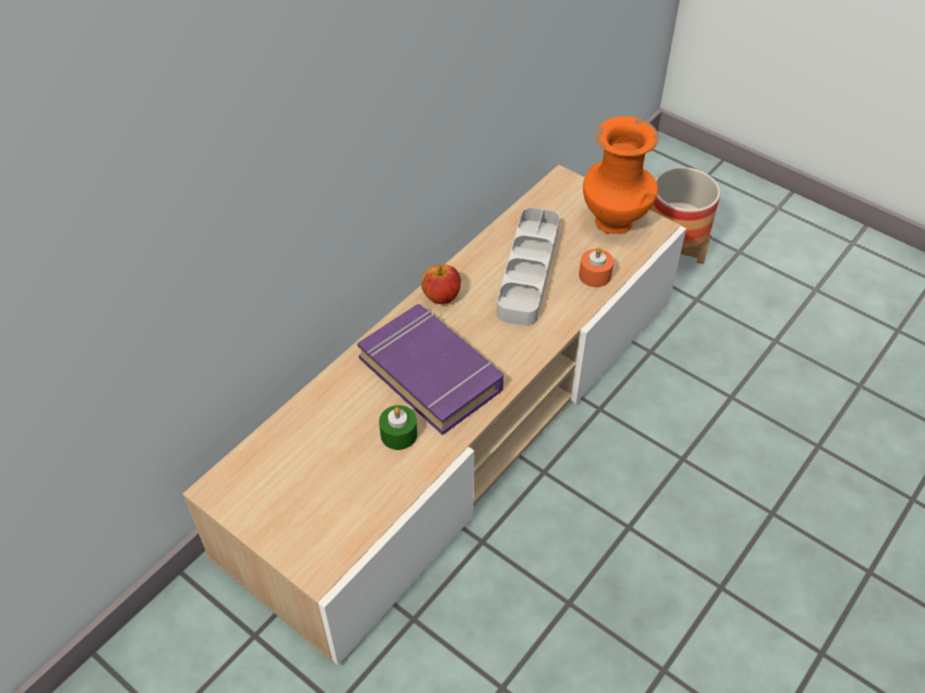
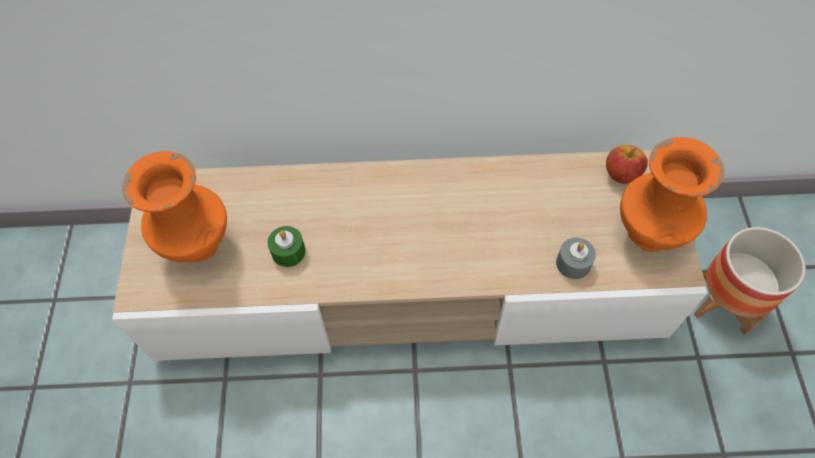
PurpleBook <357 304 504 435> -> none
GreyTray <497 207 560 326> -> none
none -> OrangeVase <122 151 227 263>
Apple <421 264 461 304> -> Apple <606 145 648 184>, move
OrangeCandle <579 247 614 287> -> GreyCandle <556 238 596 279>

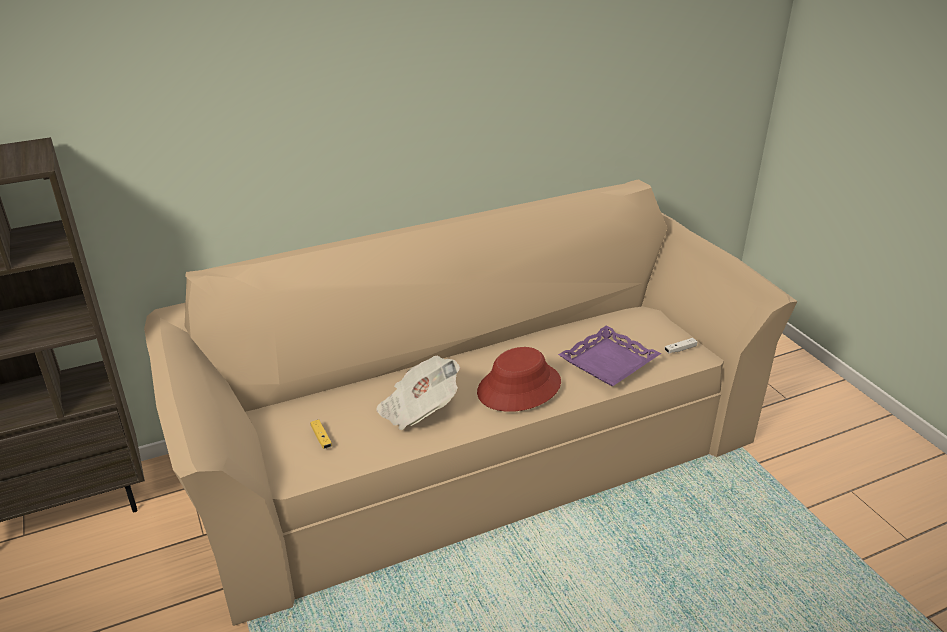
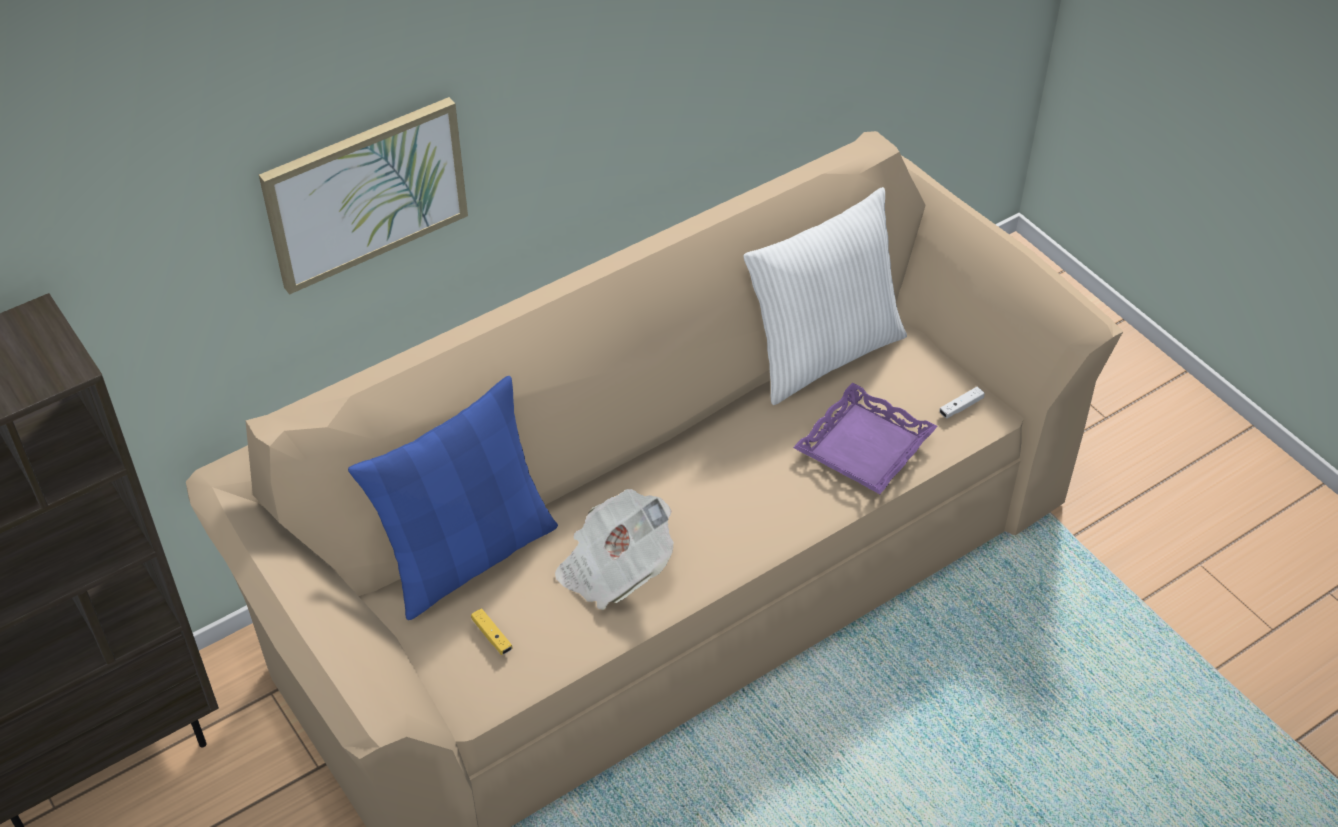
RedHat <477 347 561 412> -> none
none -> Picture <259 97 468 295>
none -> BluePillow <348 376 558 620>
none -> WhitePillow <743 187 907 405>

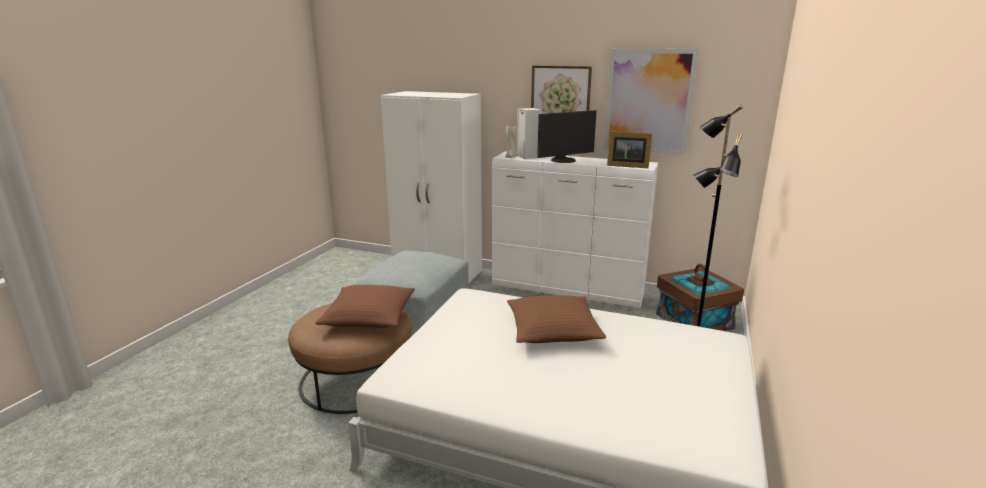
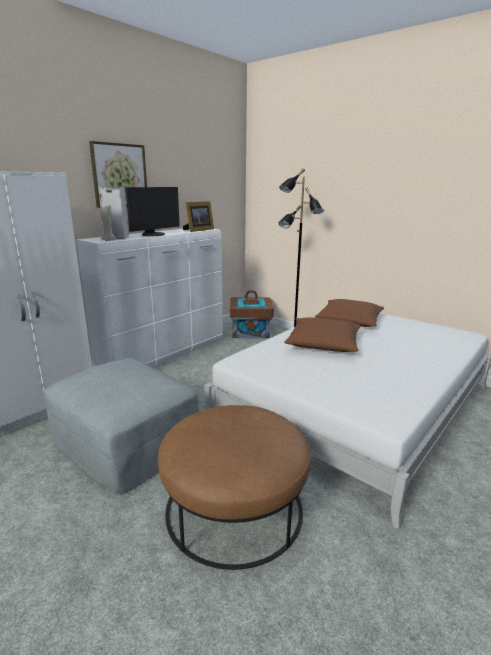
Picture <604 48 699 155> -> none
BrownPillow <315 285 415 328> -> BrownPillow <315 299 384 327>, move
Monitor <537 110 597 163> -> Monitor <125 187 180 236>, 45 degrees clockwise

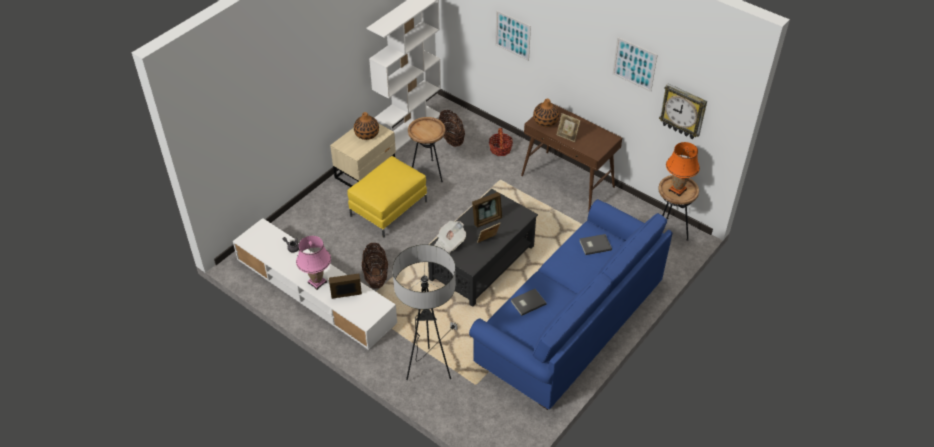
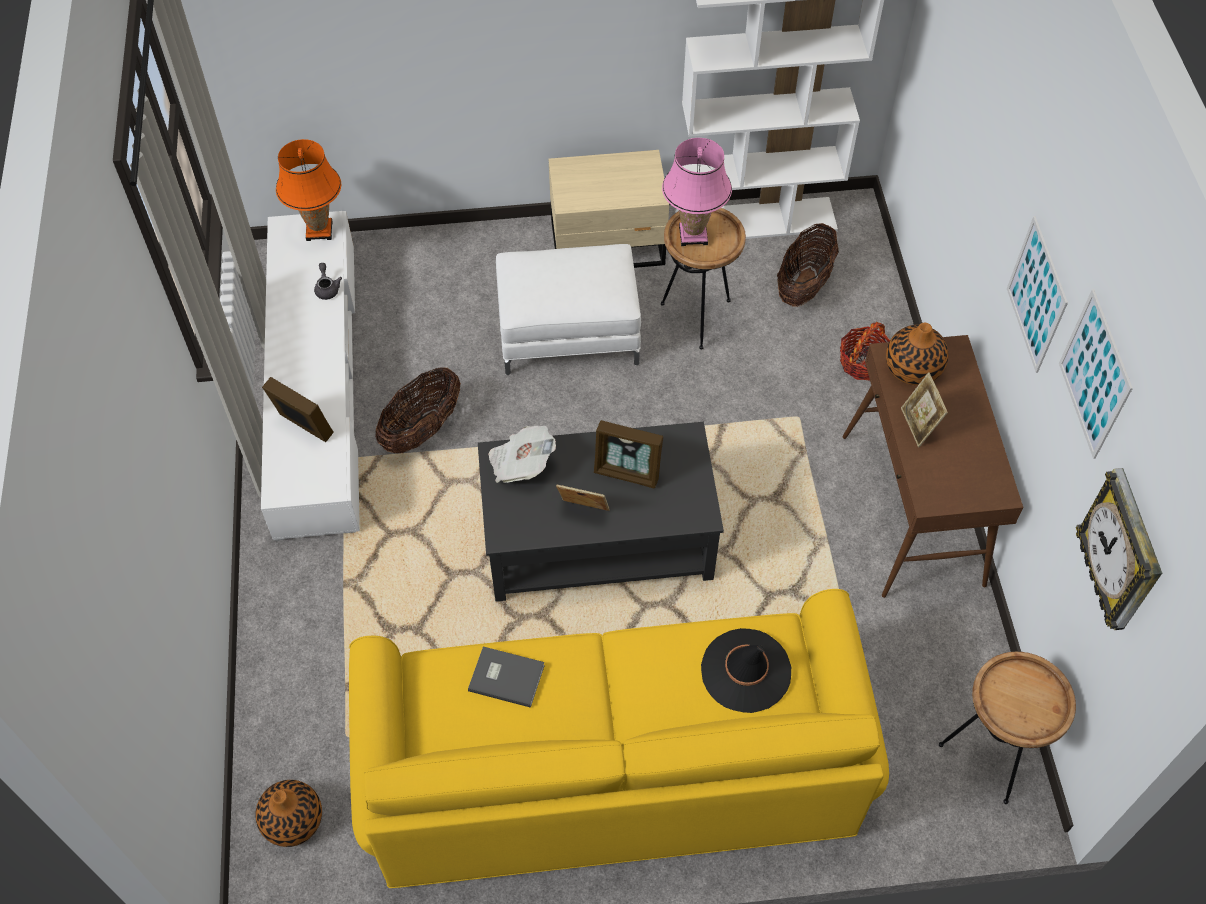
FloorLamp <392 244 458 380> -> none
PinkTableLamp <296 236 331 290> -> PinkTableLamp <662 138 732 246>, move
Vase <354 112 379 140> -> Vase <255 780 322 847>, move
Picture <495 10 531 61> -> Picture <1007 216 1068 373>, move
OrangeTableLamp <666 142 700 197> -> OrangeTableLamp <276 139 341 241>, move
GreyBook <579 234 612 255> -> BlackHat <701 628 791 713>
YellowOttoman <348 156 427 238> -> WhiteOttoman <496 244 641 375>
BlueSofa <469 199 673 410> -> YellowSofa <349 589 889 888>

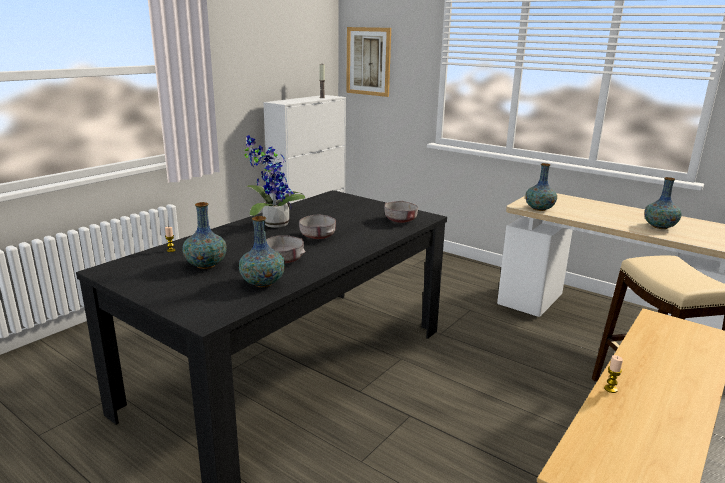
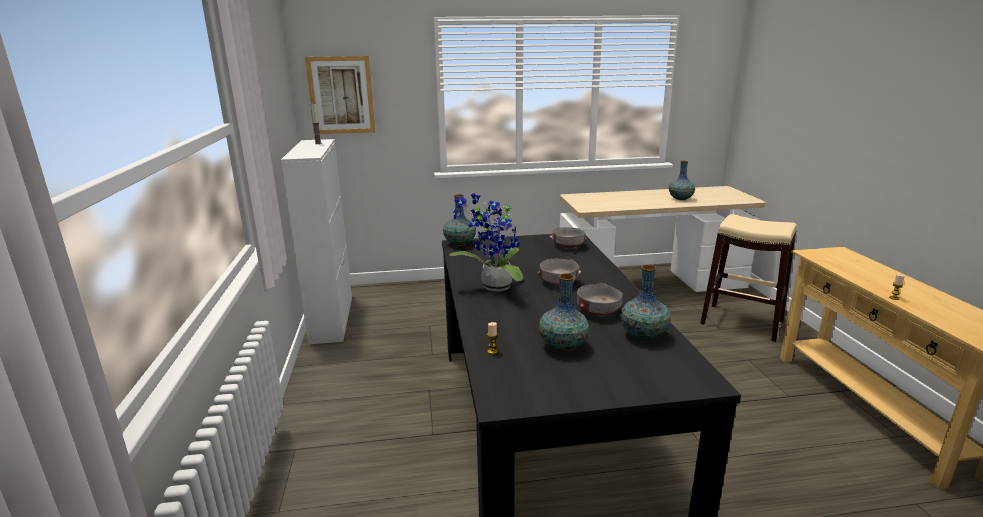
Vase <525 163 557 211> -> Vase <443 194 476 246>, move

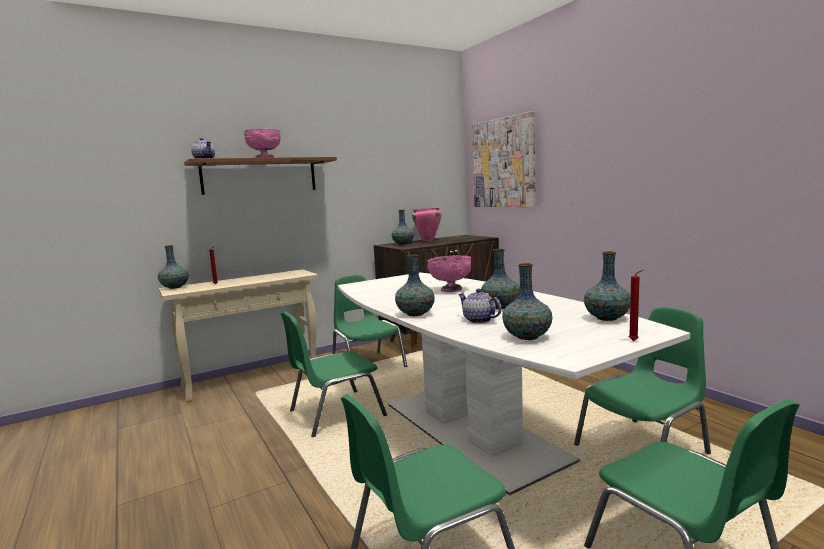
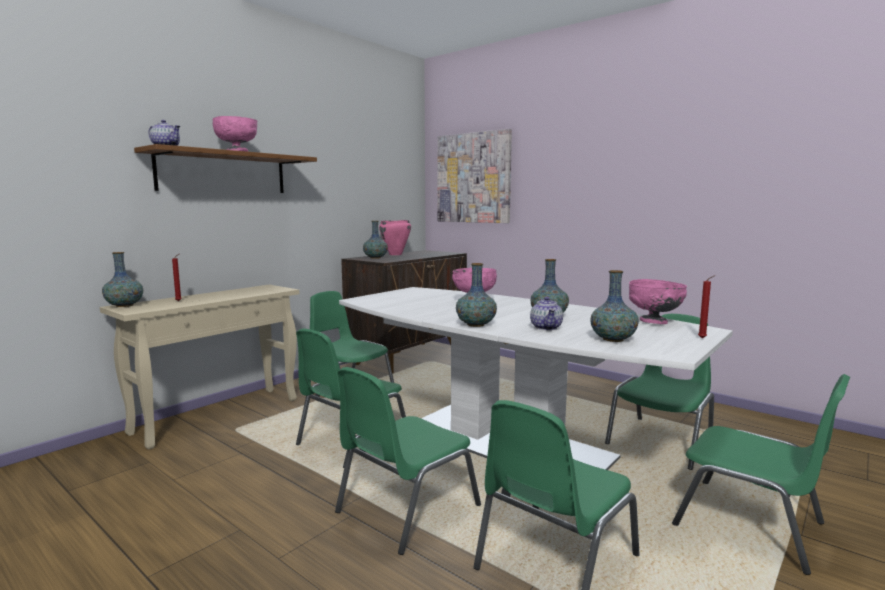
none -> GreenChair <335 367 481 555>
Vase <584 251 631 321> -> PinkBowl <629 279 687 324>
Teapot <458 289 502 323> -> Teapot <530 297 563 330>, 120 degrees counterclockwise

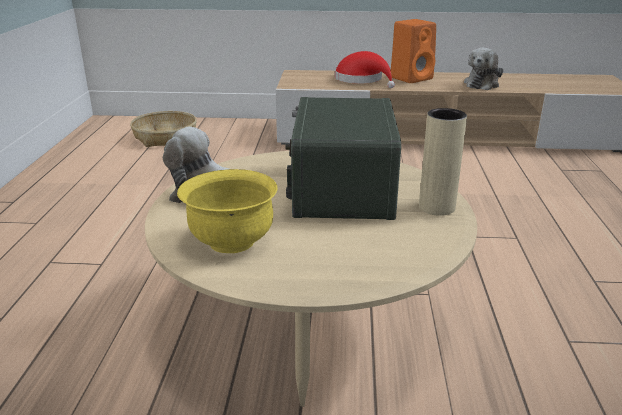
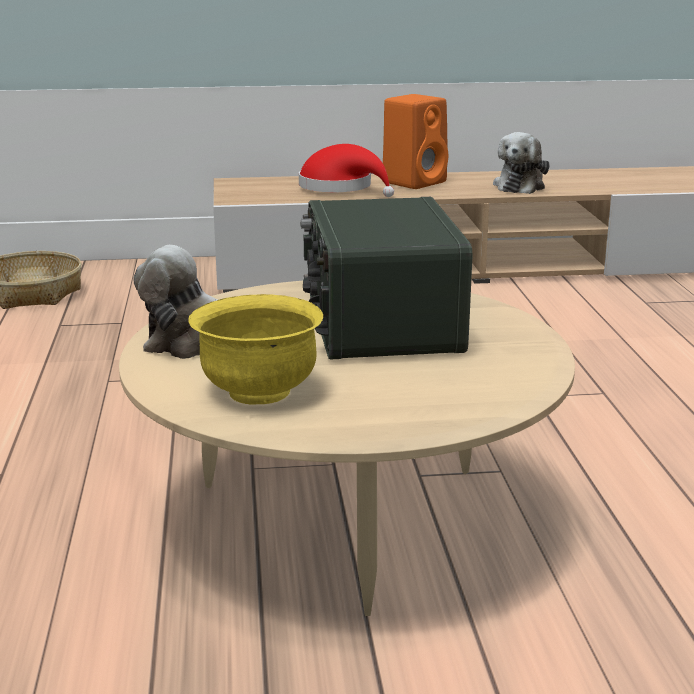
BeigeVase <419 108 467 216> -> none

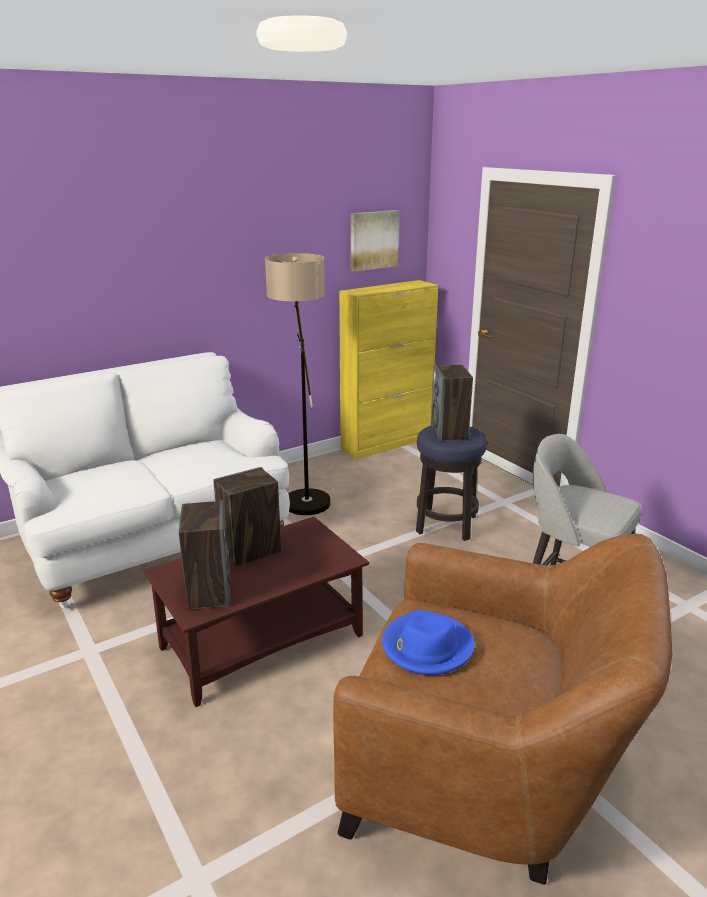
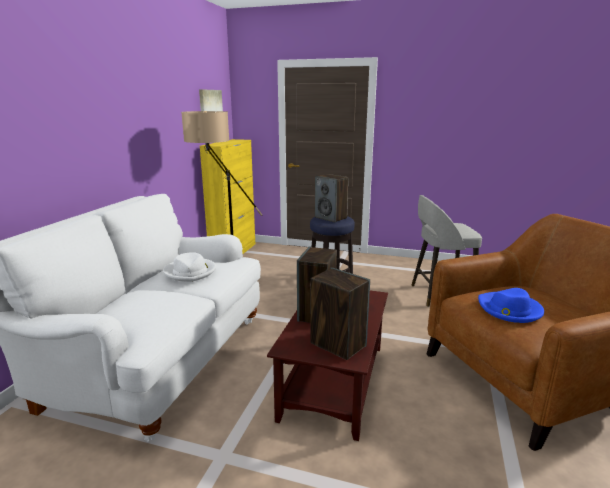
none -> WhiteHat <163 252 216 282>

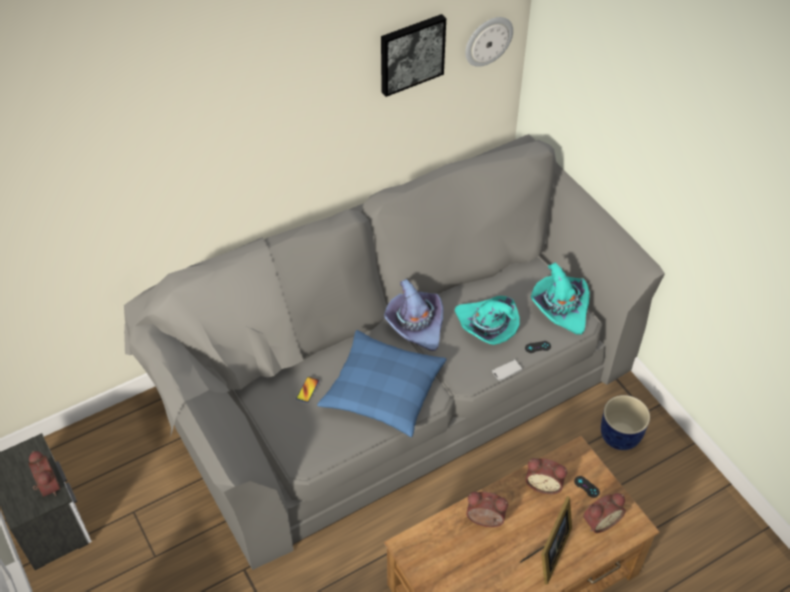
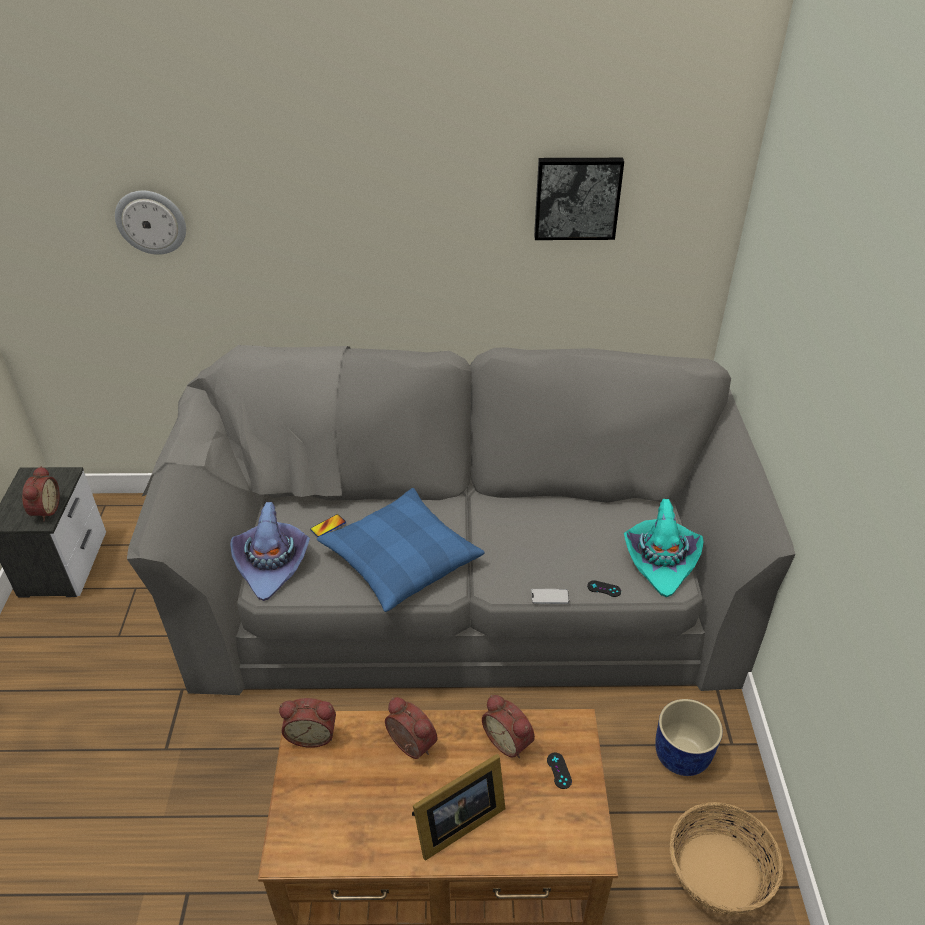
TurquoiseHat <455 296 520 345> -> none
none -> Basket <670 802 783 915>
PurpleHat <384 279 444 351> -> PurpleHat <230 502 310 601>, move
WallClock <465 17 513 67> -> WallClock <115 191 186 255>, move
AlarmClock <583 493 626 533> -> AlarmClock <279 698 336 748>, move

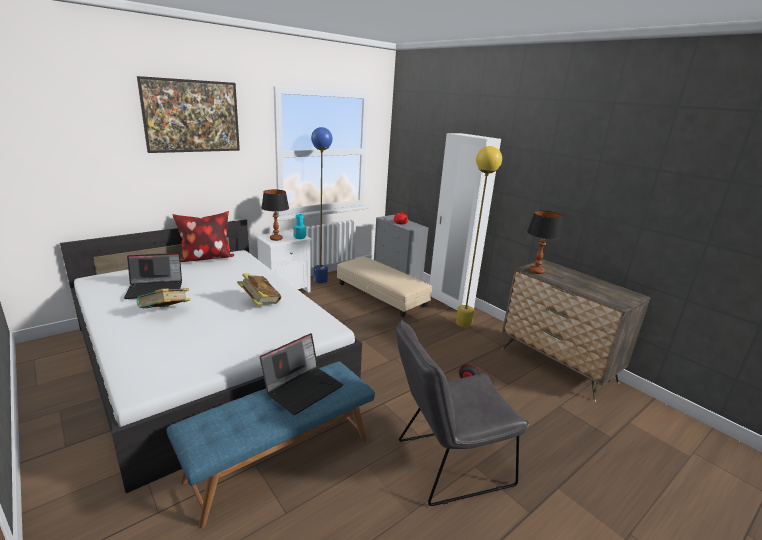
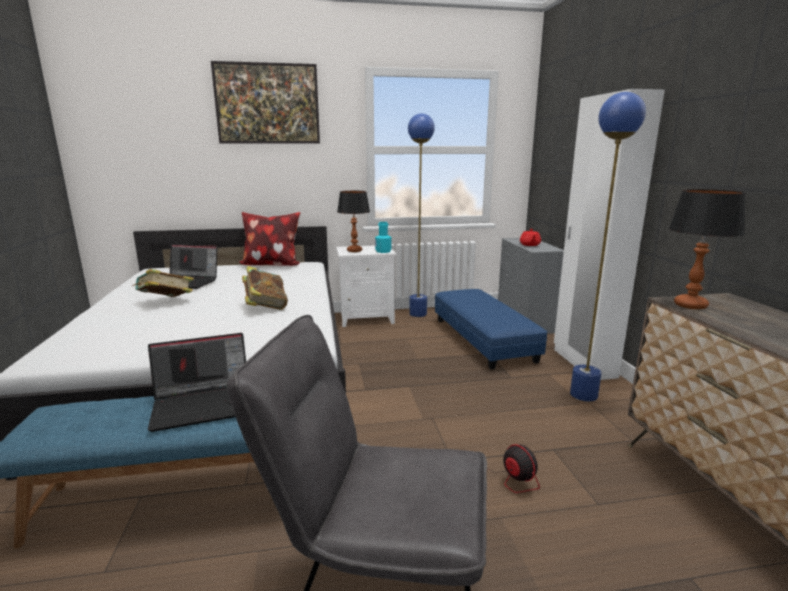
BeigeOttoman <337 257 432 317> -> BlueOttoman <435 289 547 370>
YellowFloorLamp <456 146 502 328> -> BlueFloorLamp <570 92 646 402>

